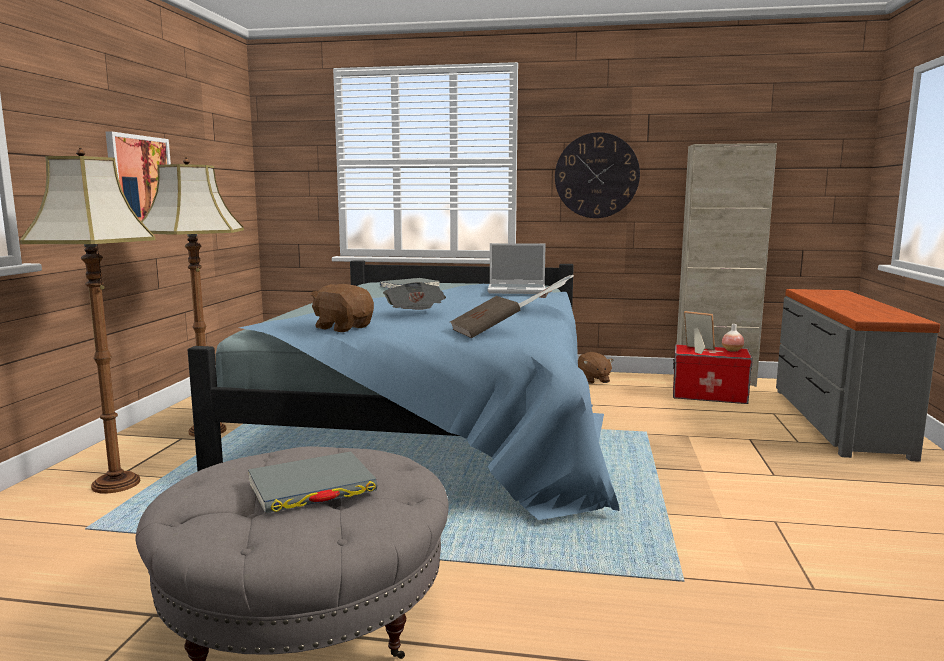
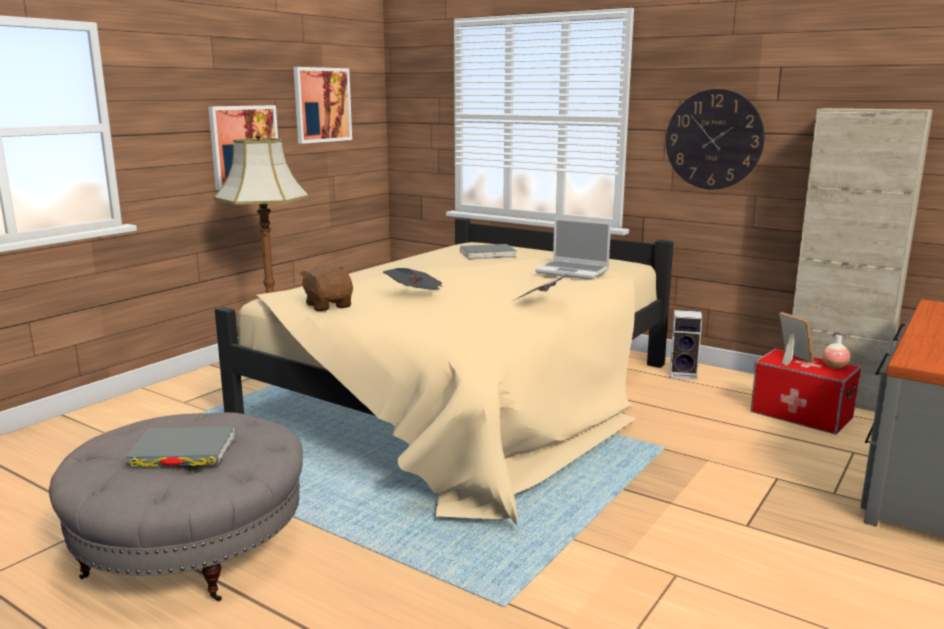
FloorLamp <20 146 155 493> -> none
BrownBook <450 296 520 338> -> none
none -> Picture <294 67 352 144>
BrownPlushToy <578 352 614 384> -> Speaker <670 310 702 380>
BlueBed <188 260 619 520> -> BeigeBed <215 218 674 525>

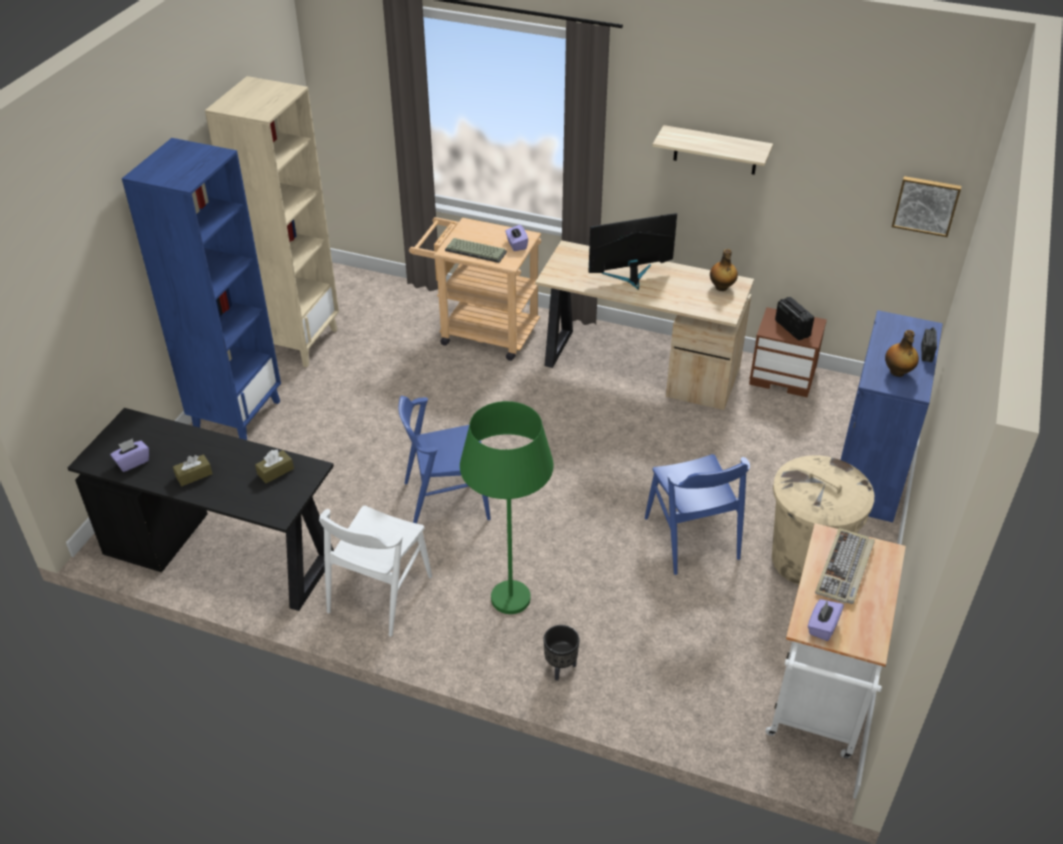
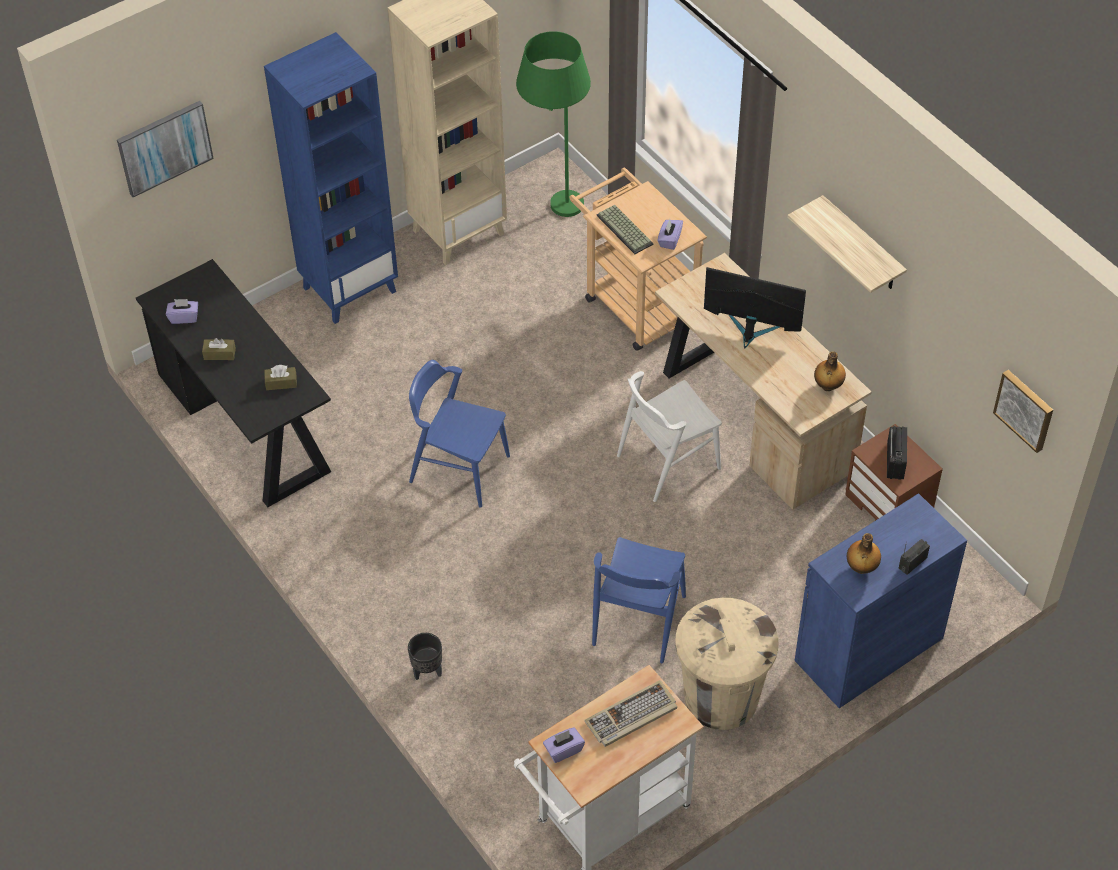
none -> Picture <117 101 214 197>
WhiteChair <319 505 432 637> -> WhiteChair <617 371 722 502>, move
GreenFloorLamp <460 401 554 614> -> GreenFloorLamp <516 31 591 217>, move

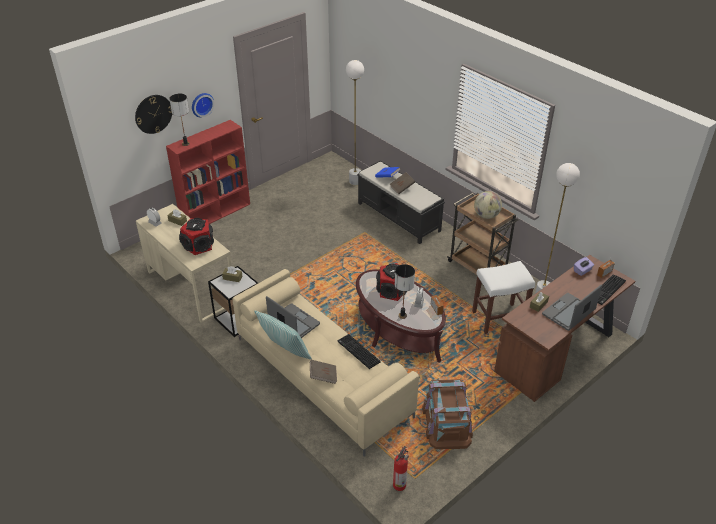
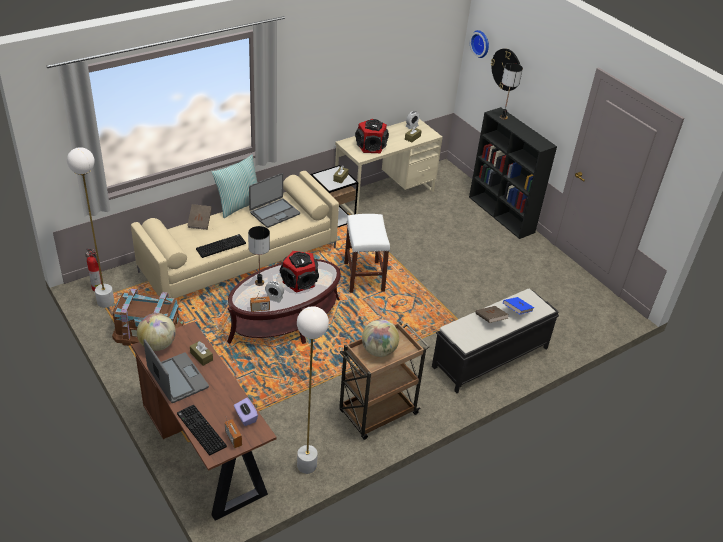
none -> Globe <137 313 176 351>
WallClock <192 93 214 117> -> WallClock <470 30 489 58>, move
WhiteFloorLamp <346 60 364 186> -> WhiteFloorLamp <67 147 114 308>, move
WhiteStool <472 261 535 334> -> WhiteStool <344 214 390 293>, move
RedBookcase <166 120 250 224> -> BlackBookcase <469 107 557 239>

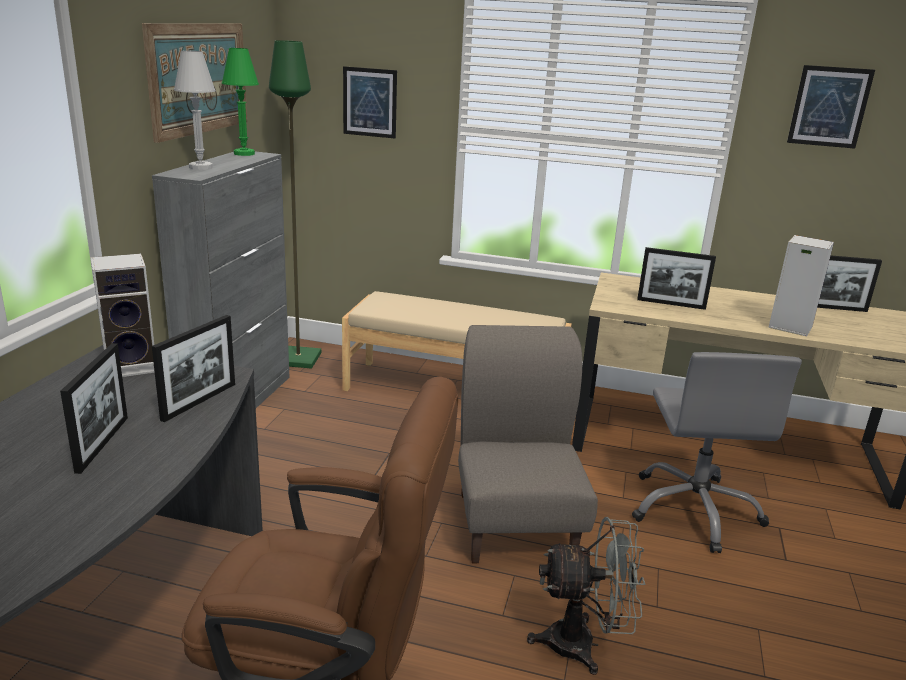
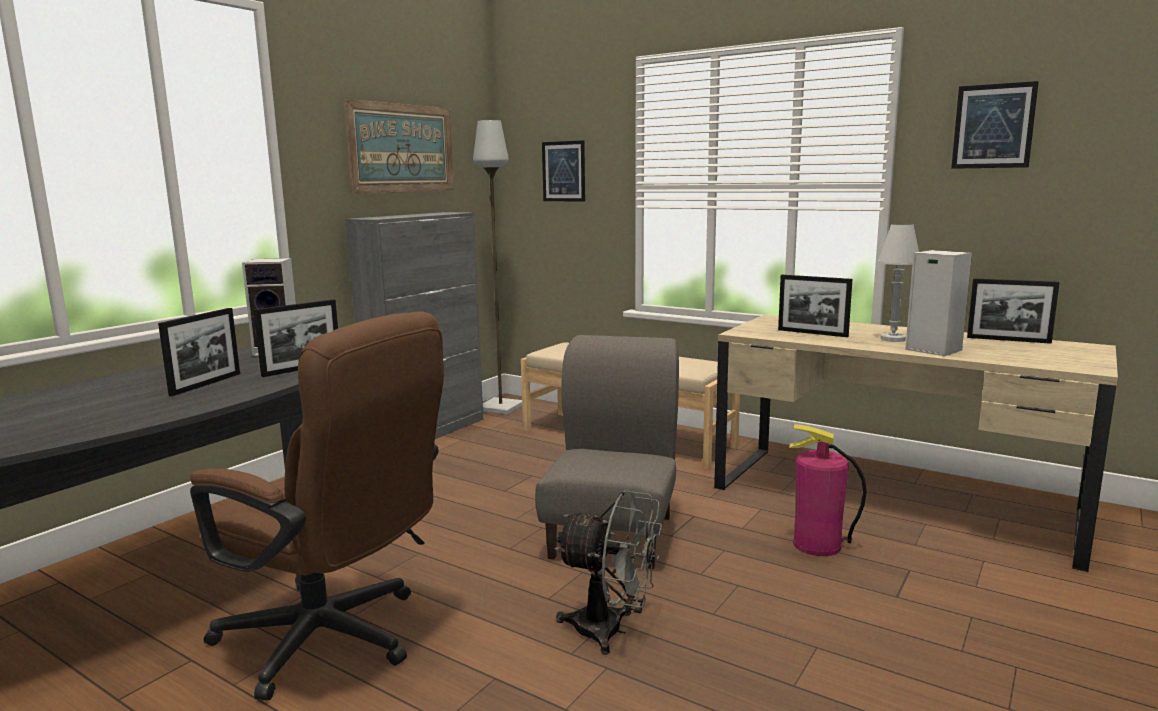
GreenTableLamp <222 48 259 156> -> none
WhiteTableLamp <174 51 216 170> -> WhiteTableLamp <878 224 919 342>, move
GreyOfficeChair <632 352 802 553> -> FireExtinguisher <789 424 867 556>
GreenFloorLamp <269 40 321 369> -> GreyFloorLamp <473 120 522 415>

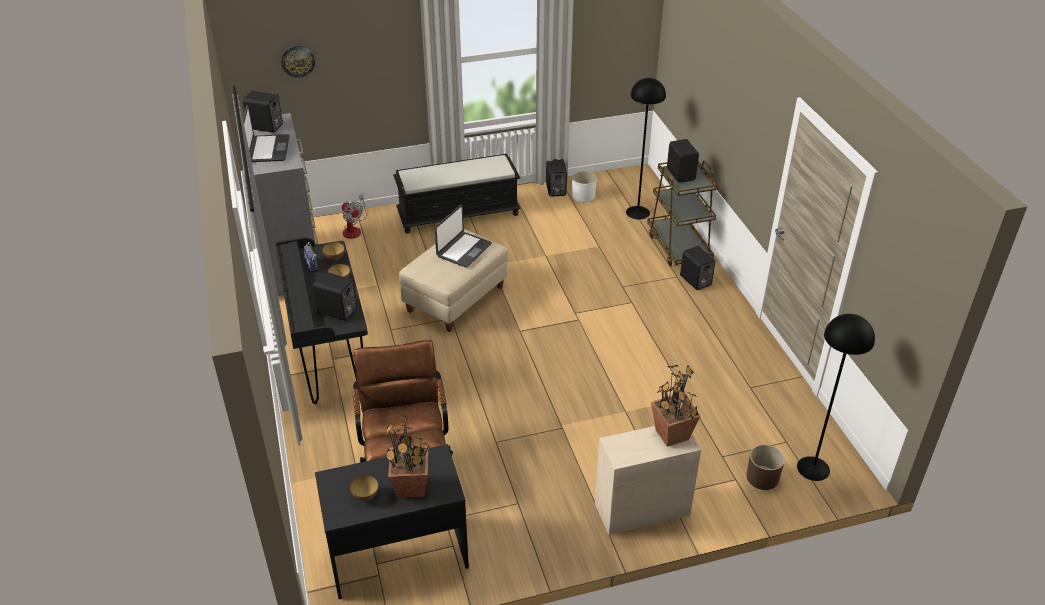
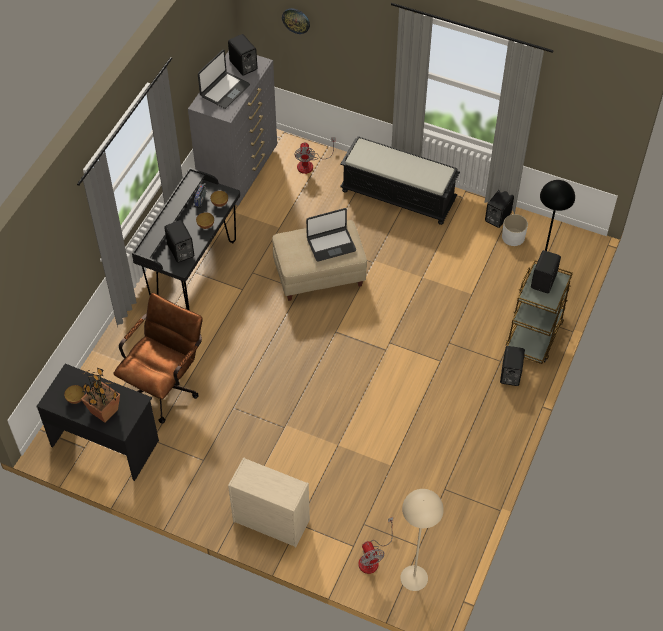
PottedPlant <651 365 701 447> -> none
BrownPlanter <746 445 785 490> -> Fan <358 517 393 574>
BlackFloorLamp <797 314 875 481> -> BeigeFloorLamp <400 489 444 591>

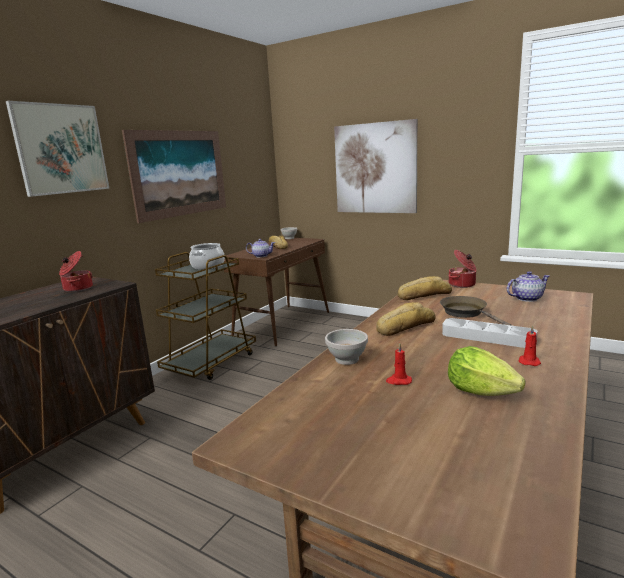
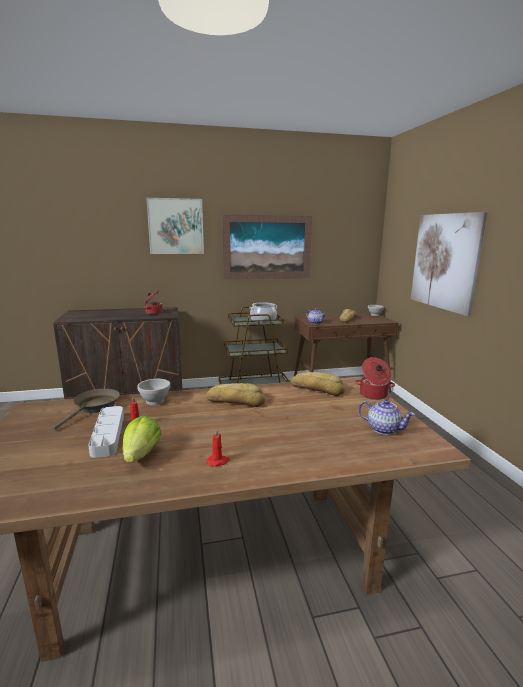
BrownFryingPan <440 296 512 326> -> BrownFryingPan <53 389 120 430>, move
GreyTray <442 318 537 348> -> GreyTray <88 406 124 458>, move

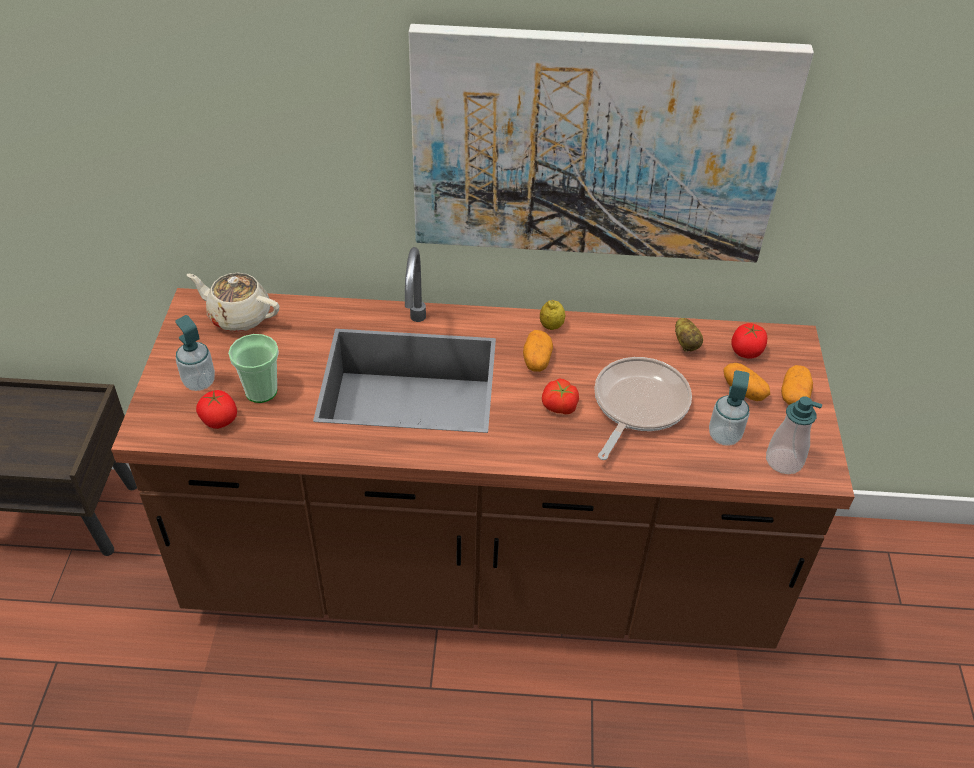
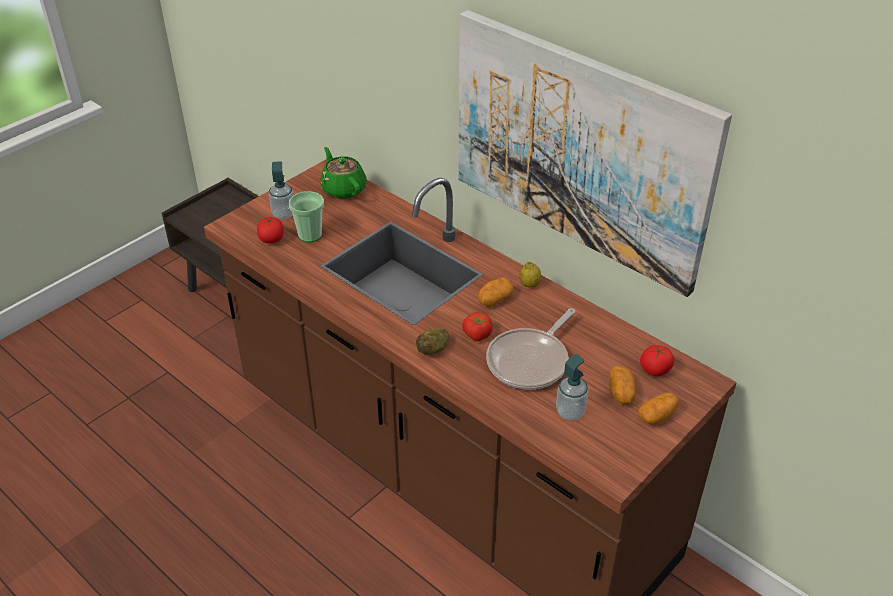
SoapDispenser <766 396 822 474> -> none
Potato <675 318 703 352> -> Potato <416 328 449 355>, move
BeigeTeapot <187 273 279 332> -> GreenTeapot <320 147 367 199>
FryingPan <594 357 692 460> -> FryingPan <486 308 576 390>, 150 degrees clockwise

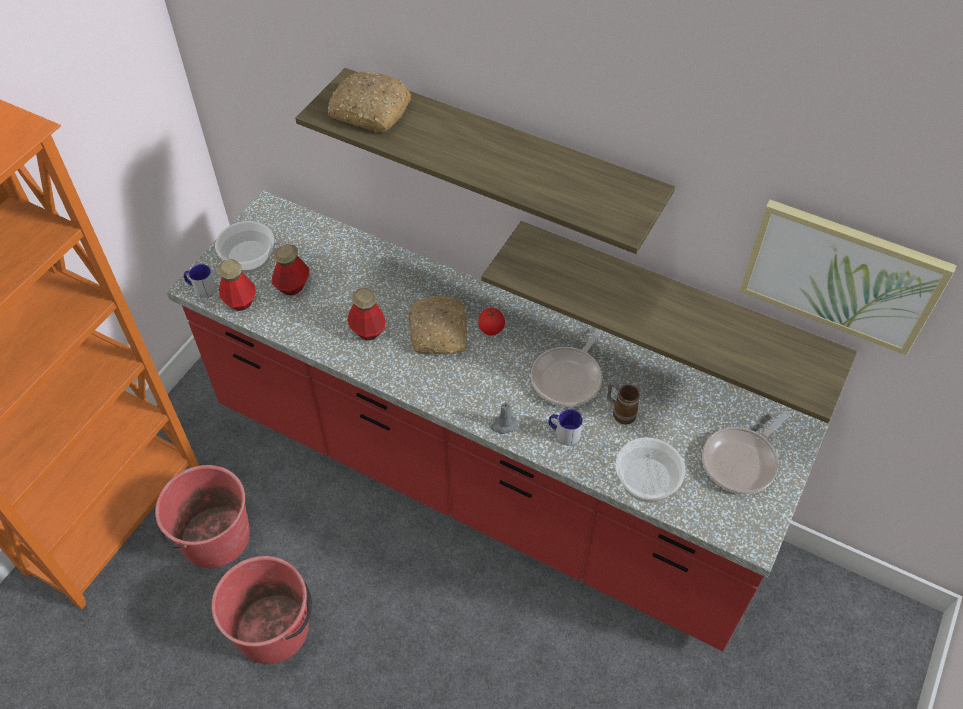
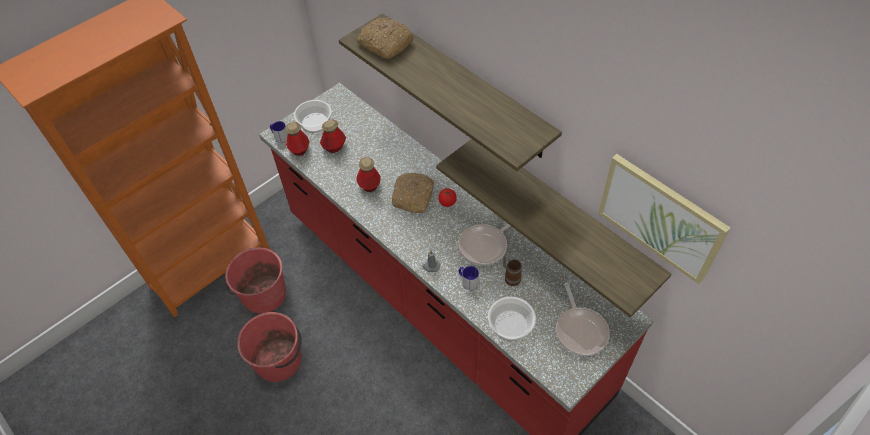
FryingPan <702 411 790 494> -> FryingPan <556 283 610 356>, 75 degrees counterclockwise

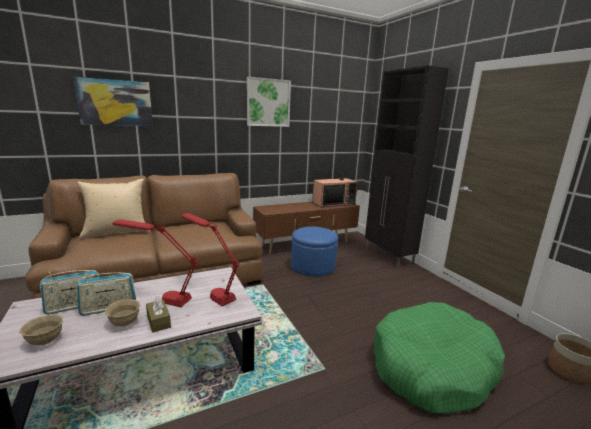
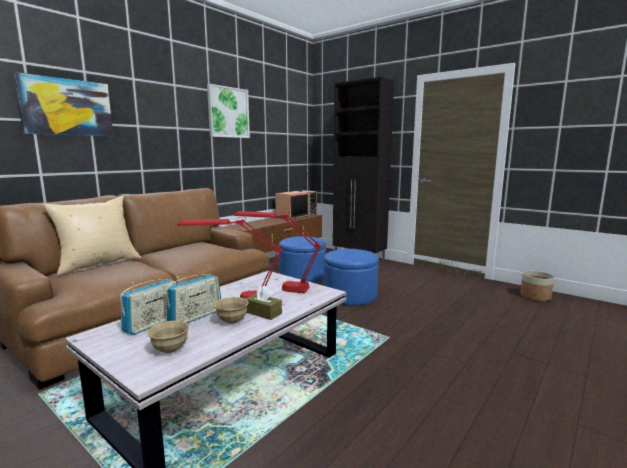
GreenDogBed <373 302 505 414> -> none
none -> BlueOttoman <324 249 379 306>

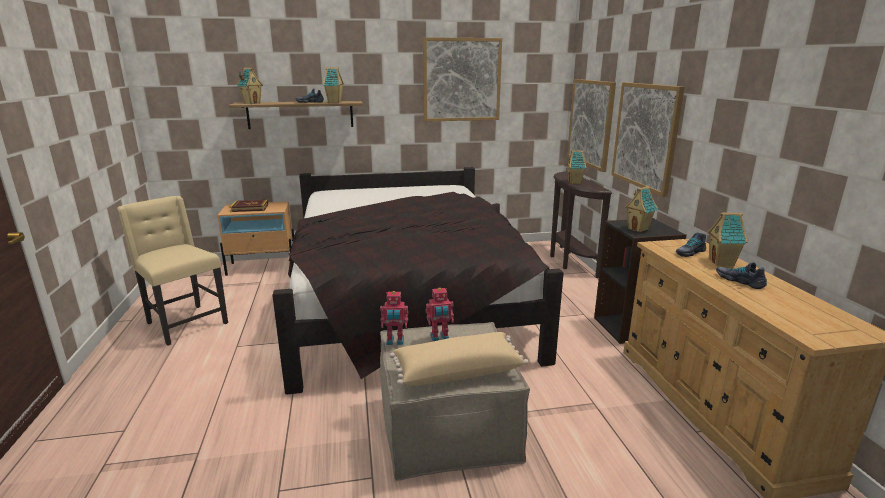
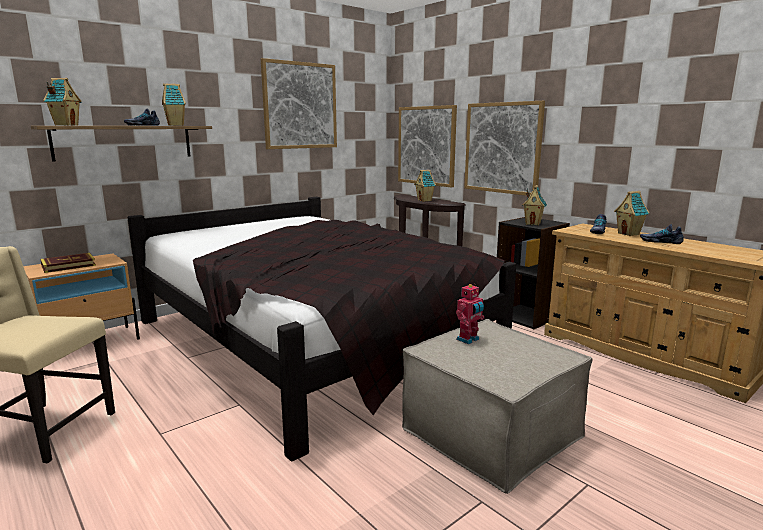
ToyRobot <380 291 408 345> -> none
BeigePillow <390 332 529 386> -> none

